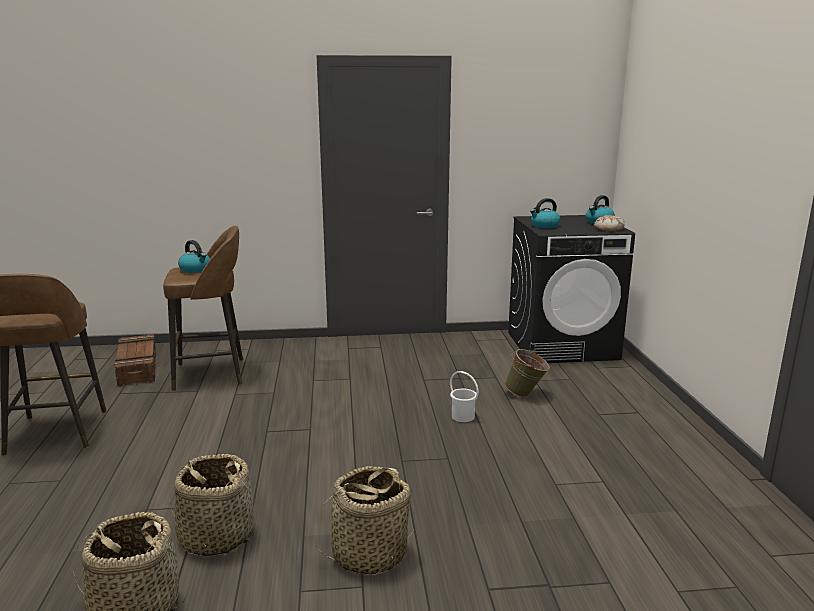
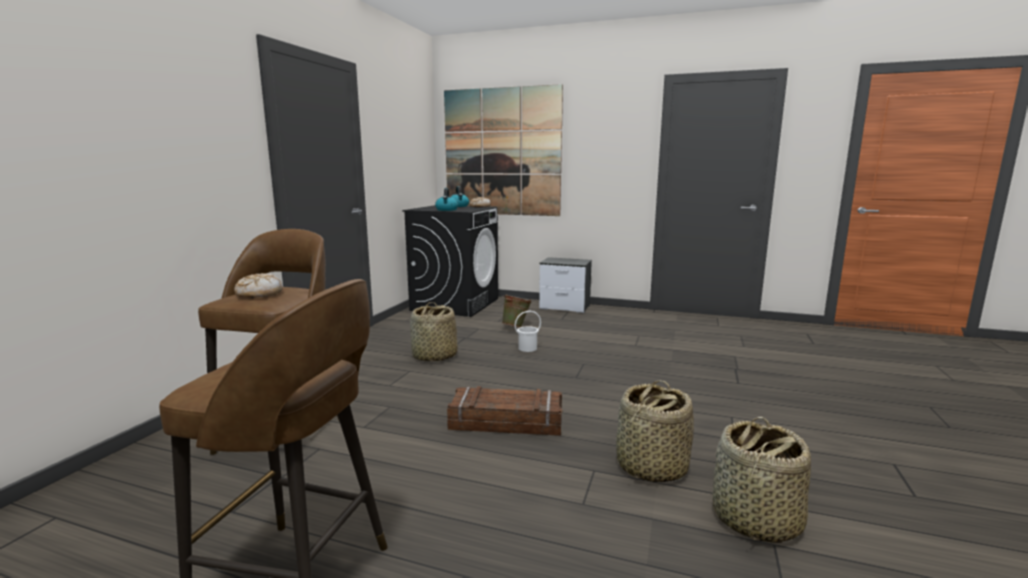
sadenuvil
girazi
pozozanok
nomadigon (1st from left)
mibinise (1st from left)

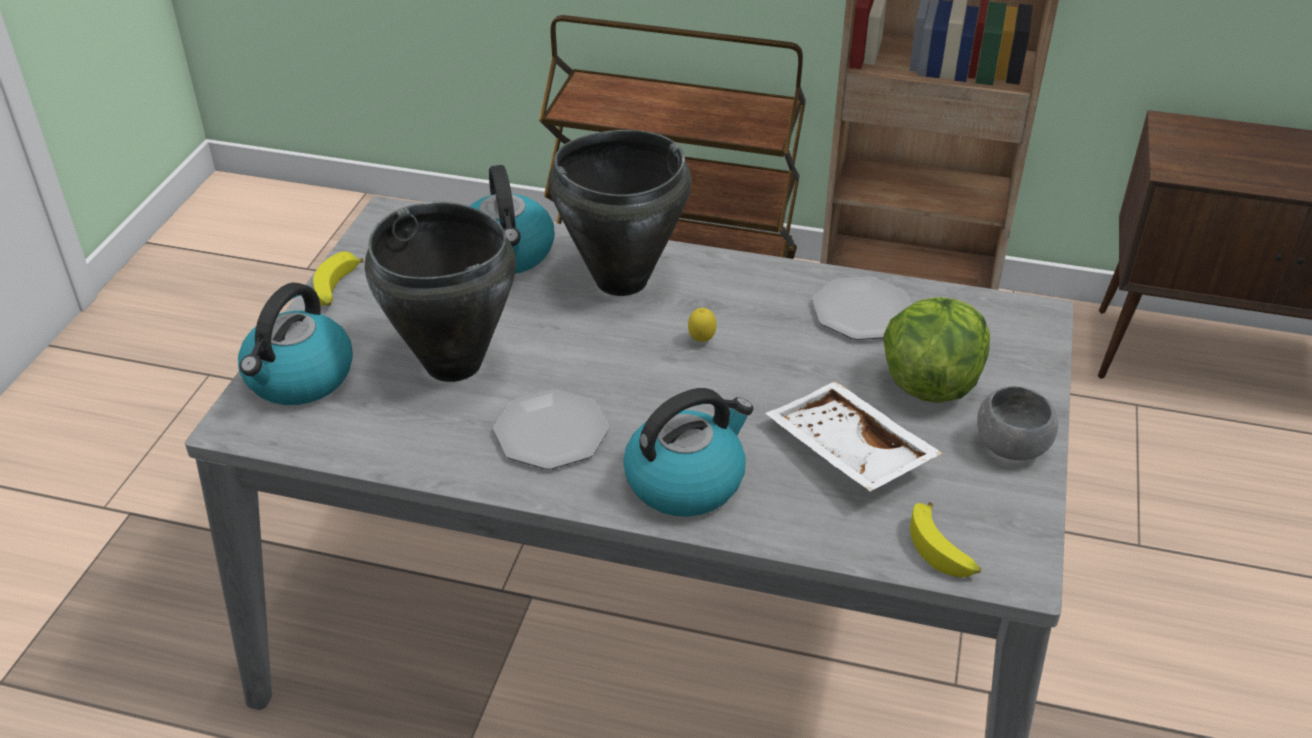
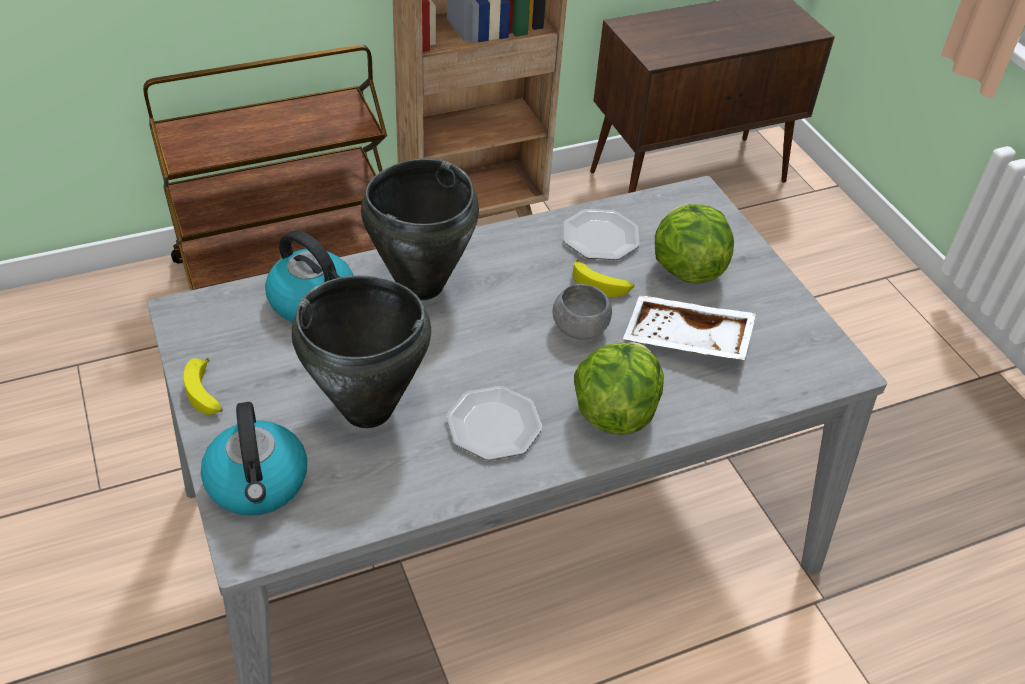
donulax
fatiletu (2nd from left)
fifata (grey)
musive (1st from left)

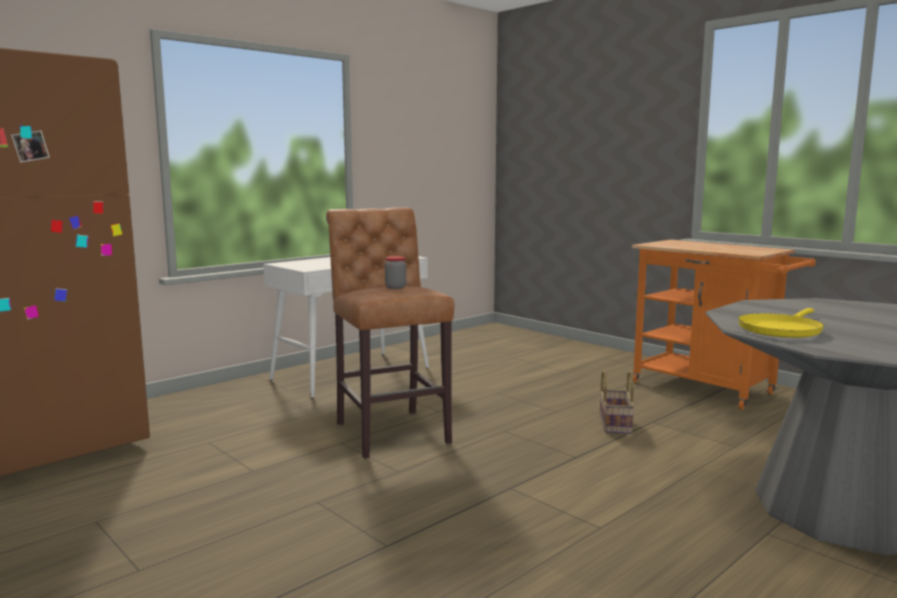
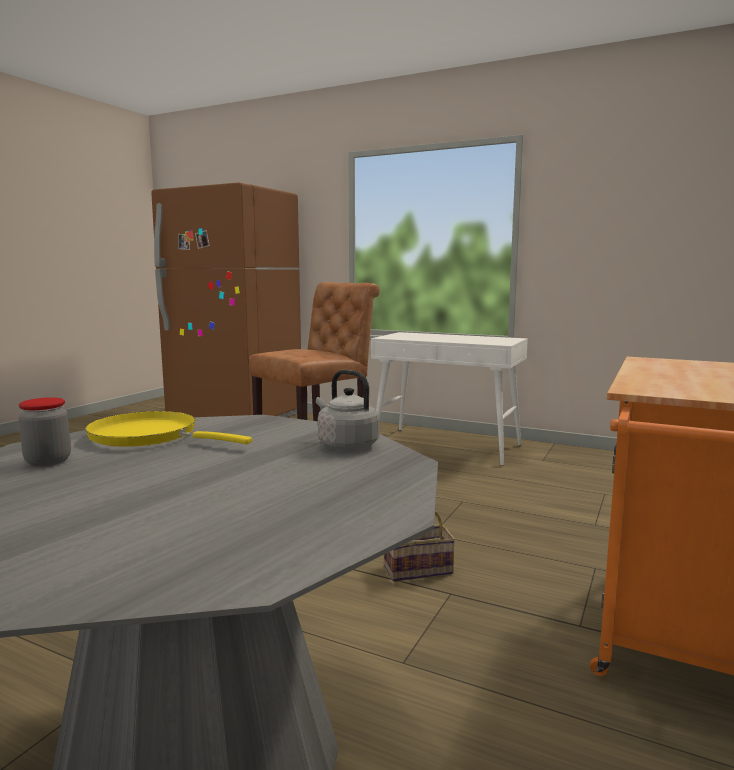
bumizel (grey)
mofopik

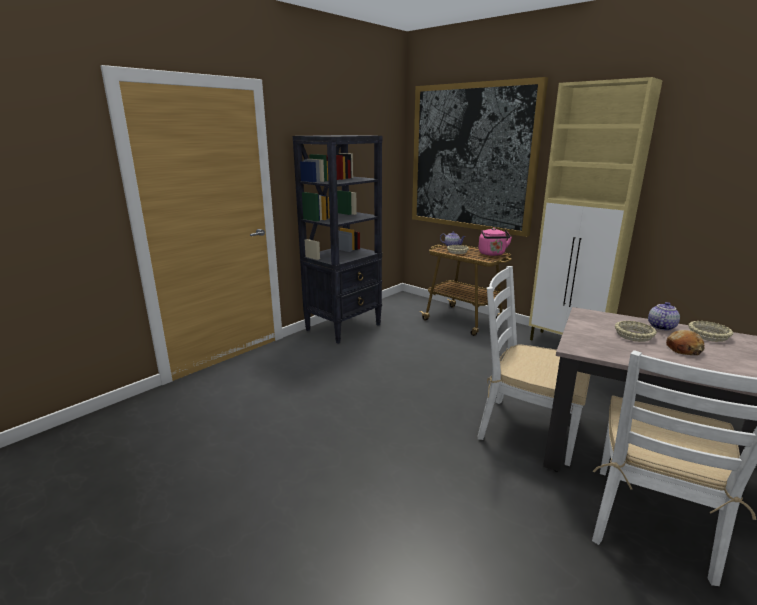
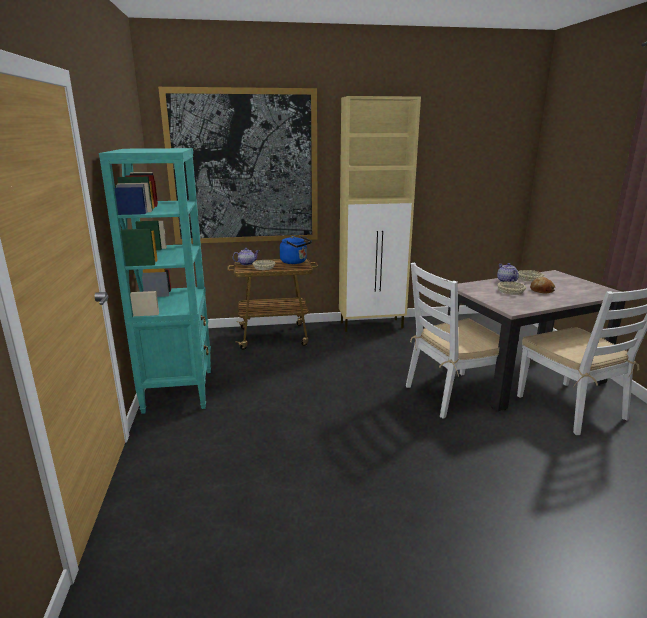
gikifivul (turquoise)
bumizel (blue)

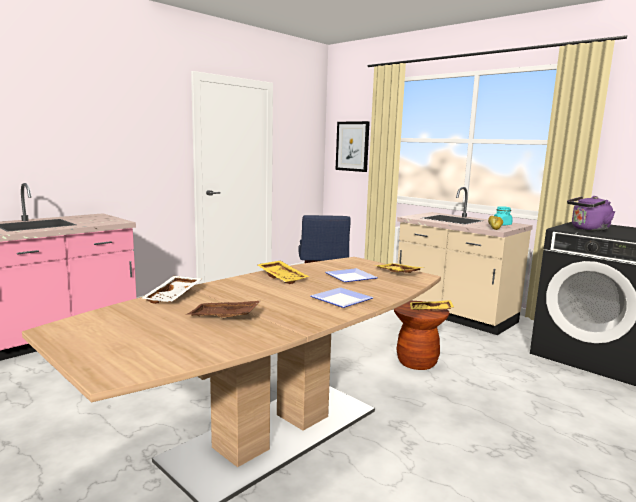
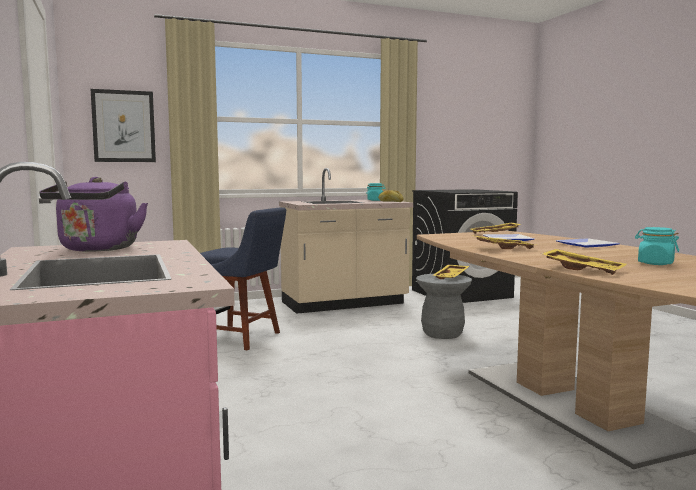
bumizel (purple)
mofopik (turquoise) (2nd from left)
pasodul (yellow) (4th from left)
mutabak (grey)

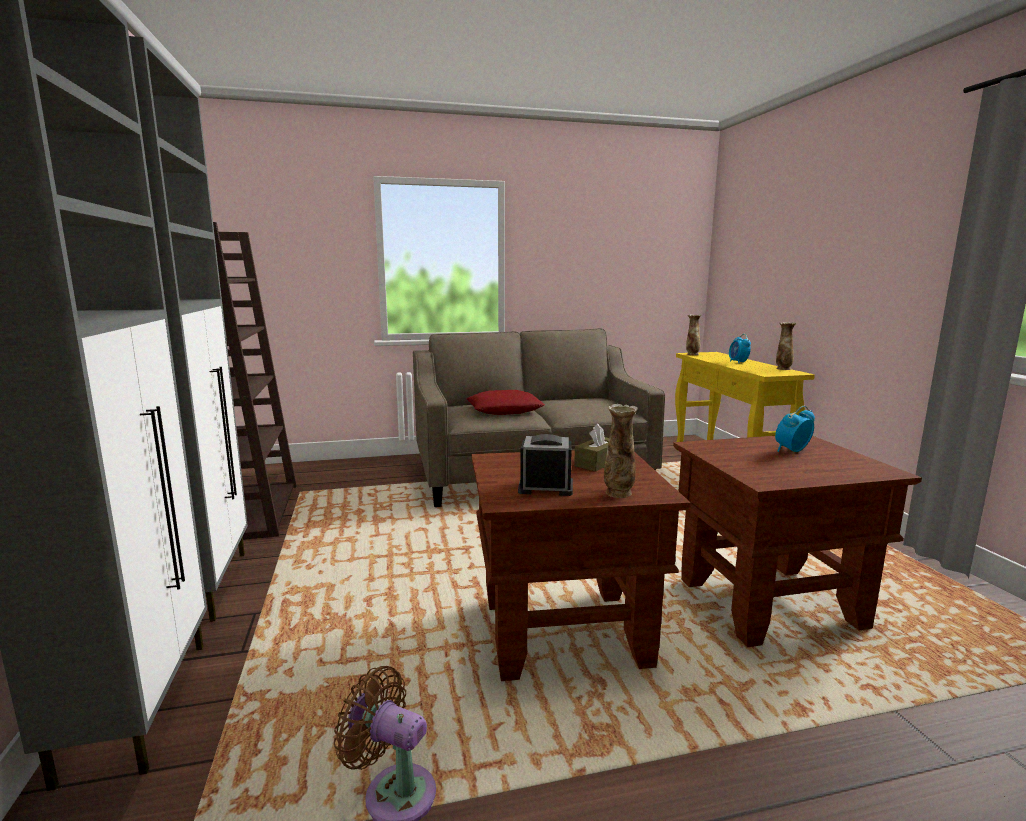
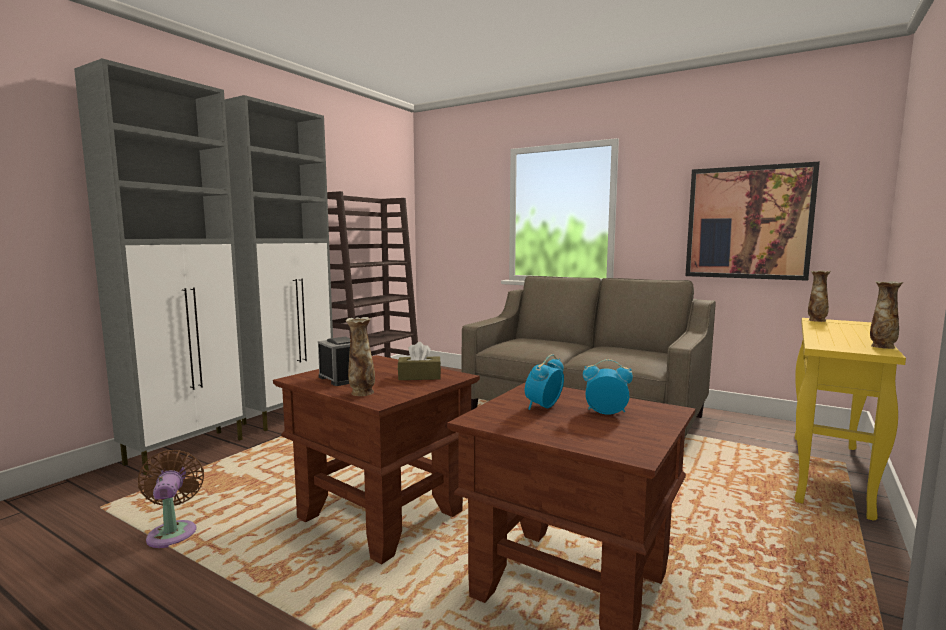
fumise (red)
sadenuvil
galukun (2nd from left)

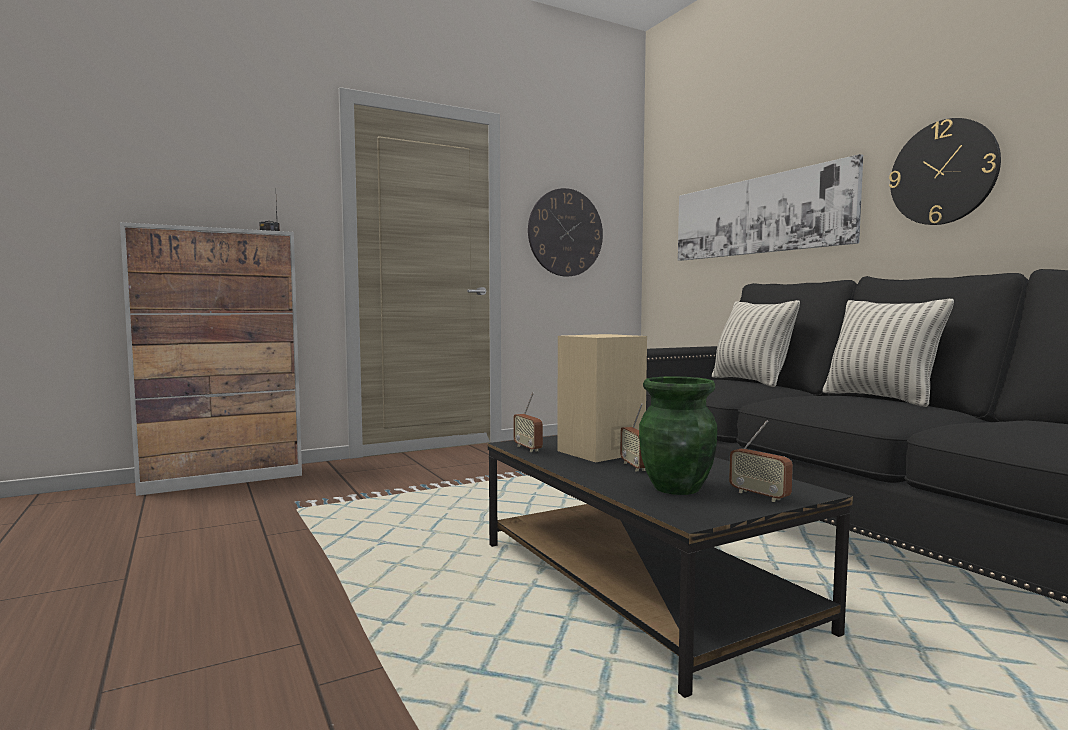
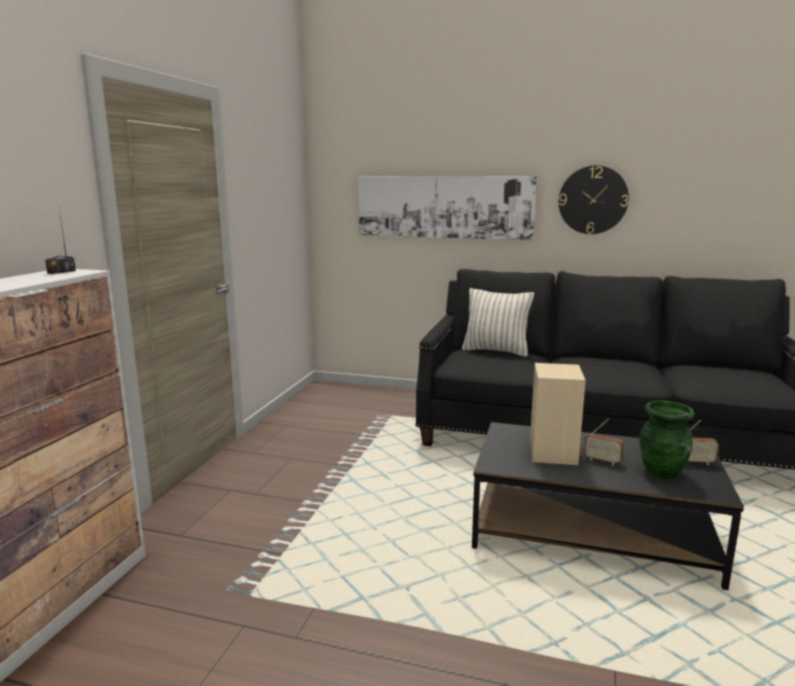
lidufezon (2nd from left in the first image)
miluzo (1st from left in the first image)
fumise (2nd from left in the first image)

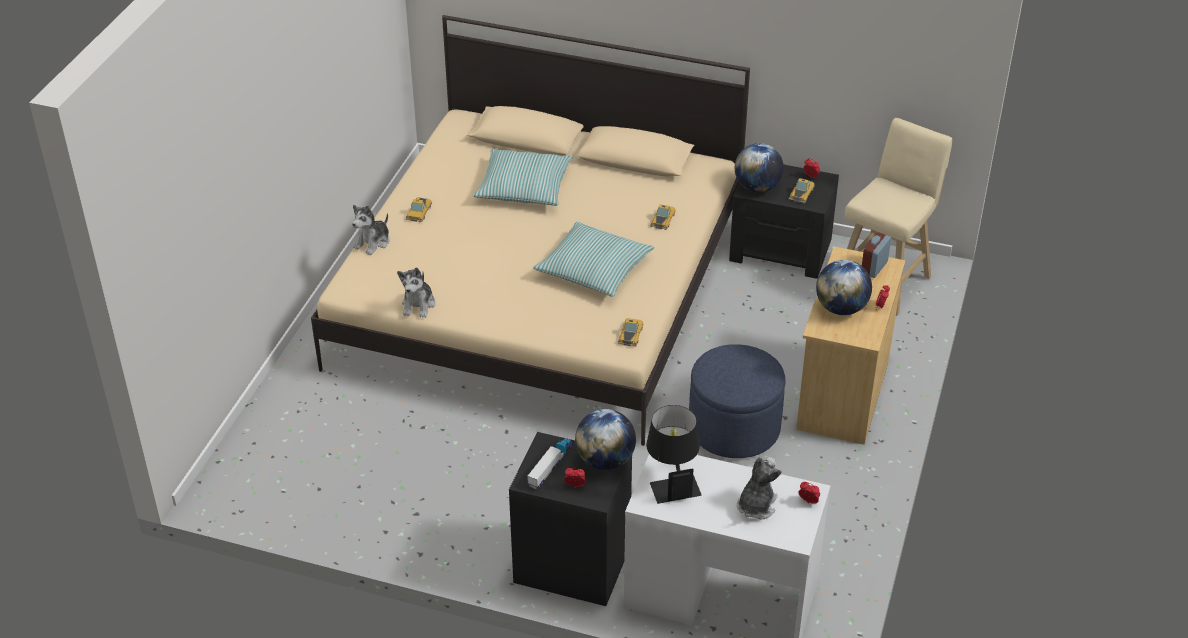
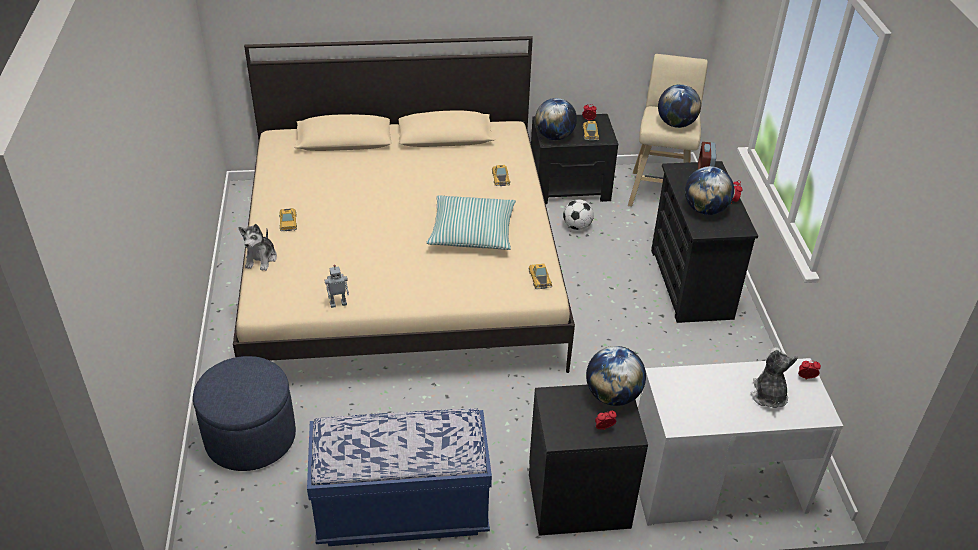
fumise (1st from left in the first image)
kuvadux
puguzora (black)
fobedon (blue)
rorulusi
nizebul (3rd from left)
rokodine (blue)
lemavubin
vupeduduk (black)

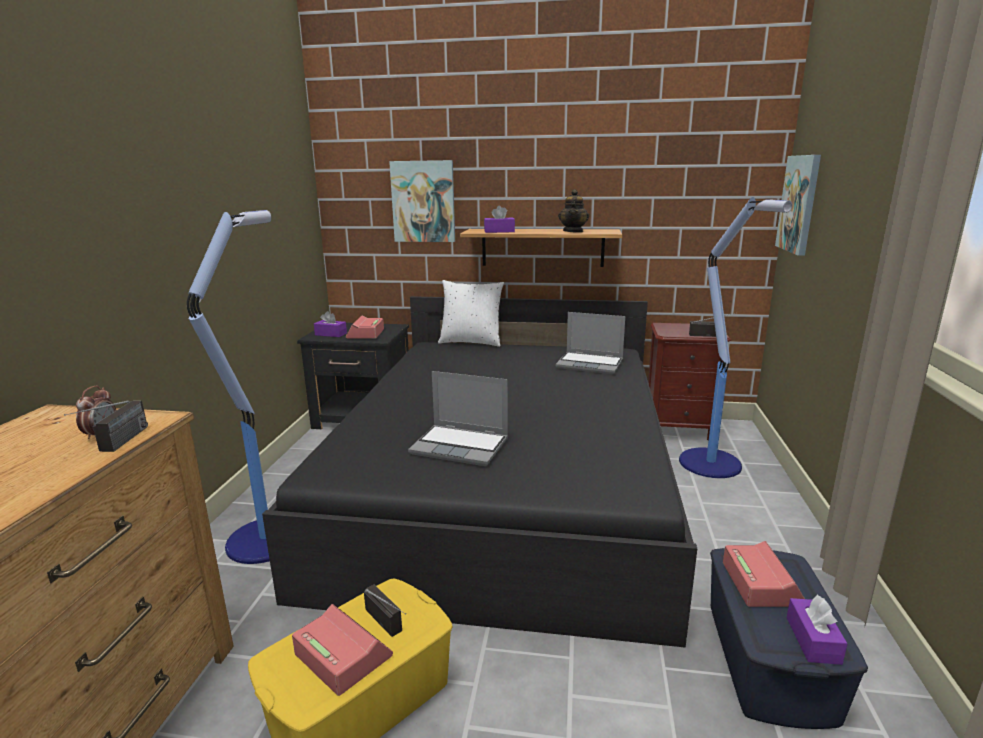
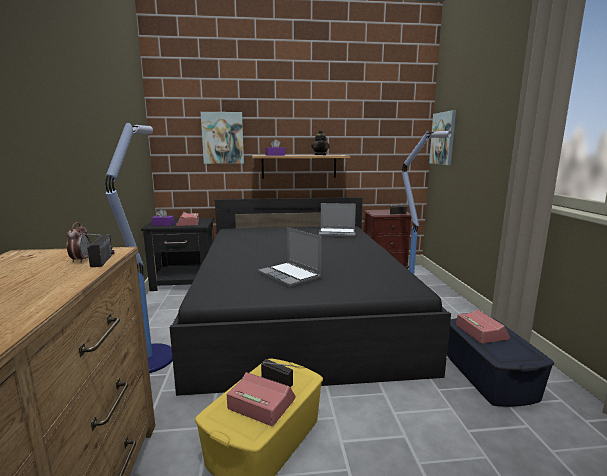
fumise (white)
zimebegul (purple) (3rd from left in the first image)
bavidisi (1st from left)

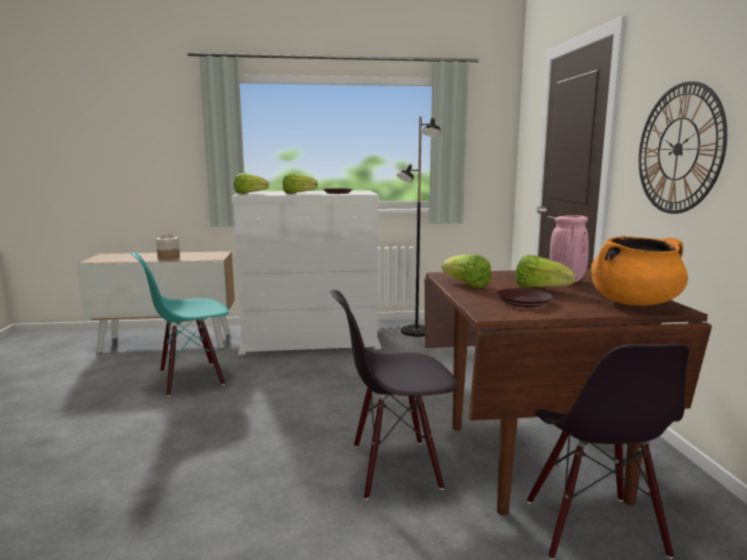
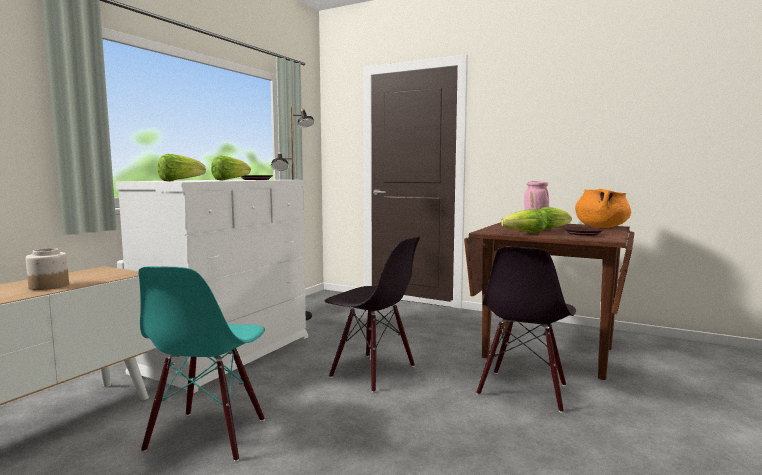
miluzo
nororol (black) (1st from left)

